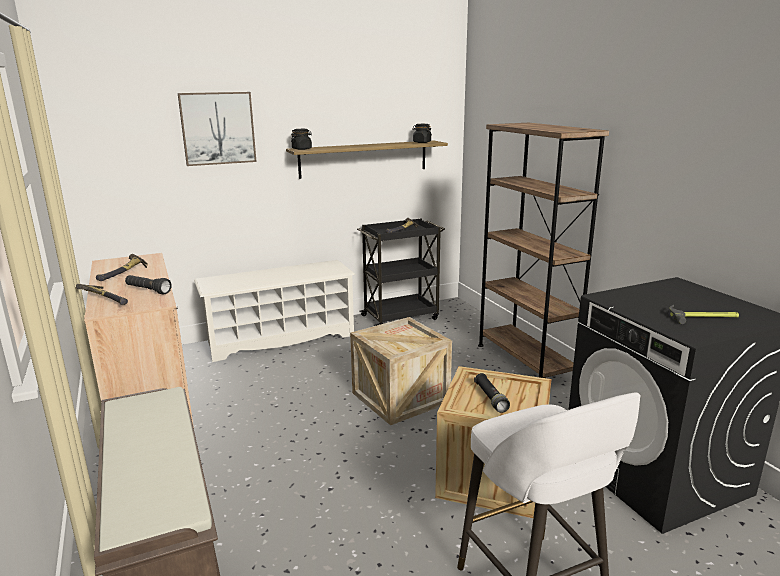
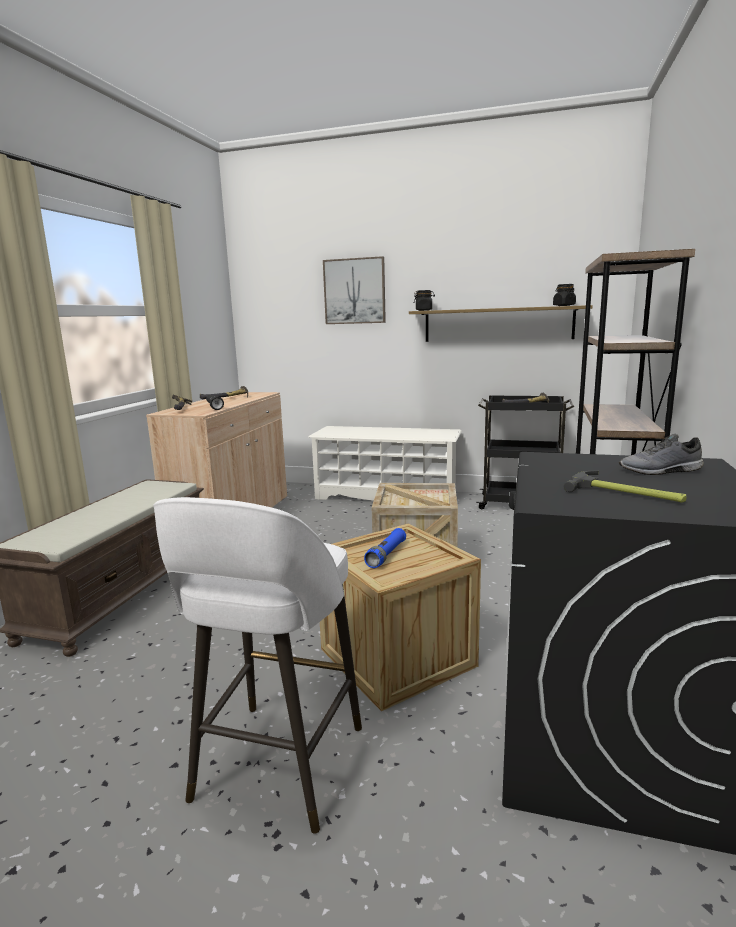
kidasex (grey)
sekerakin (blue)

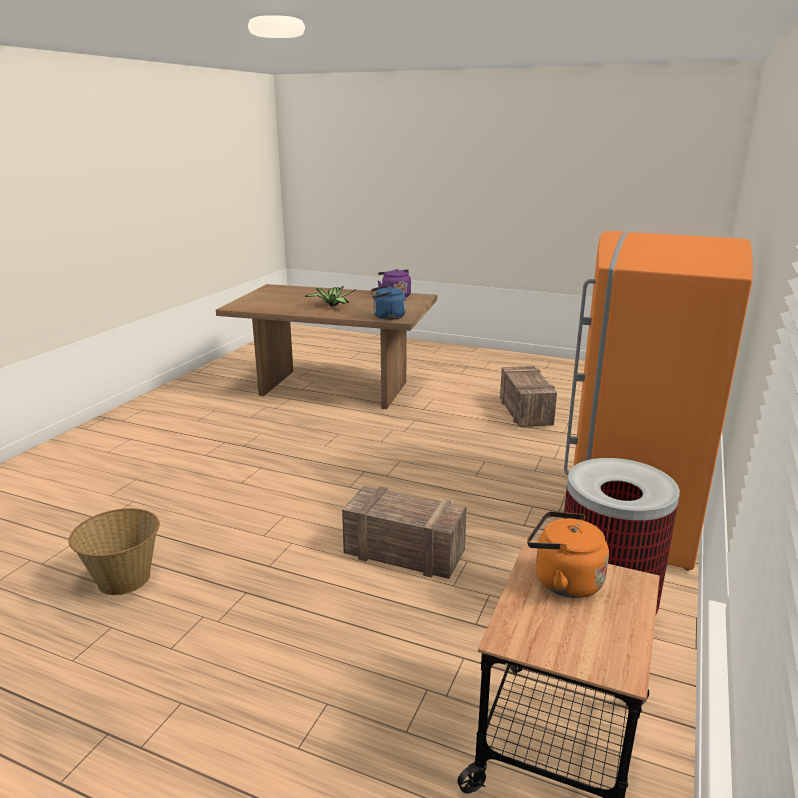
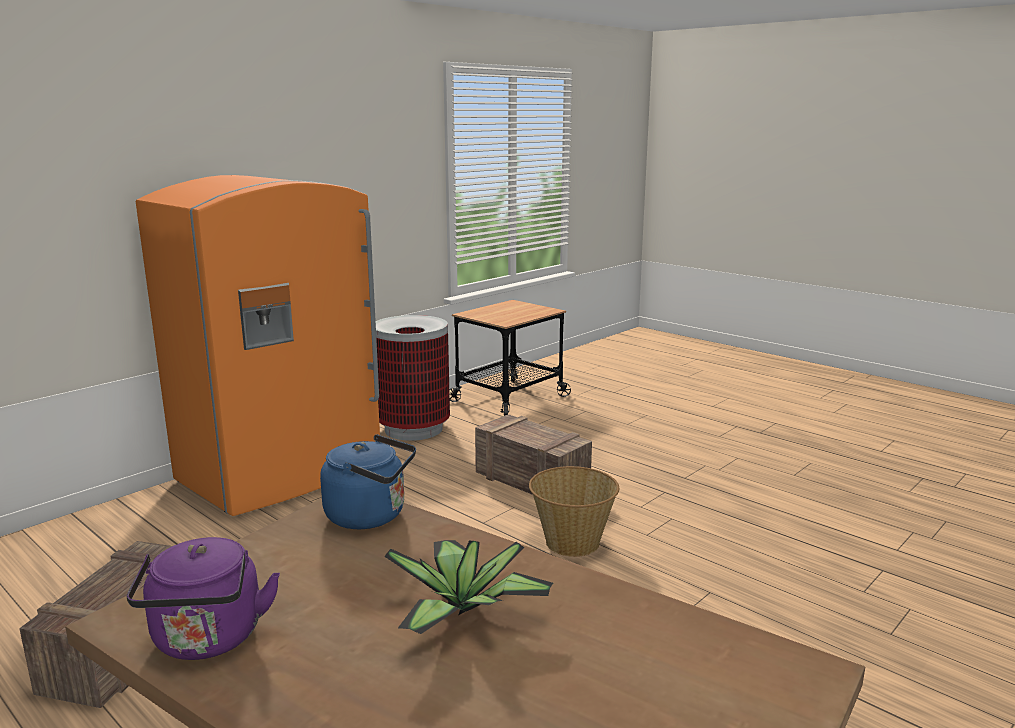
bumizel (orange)
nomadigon

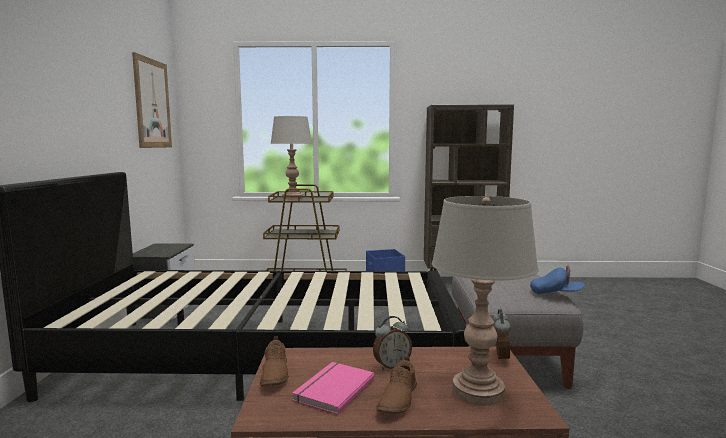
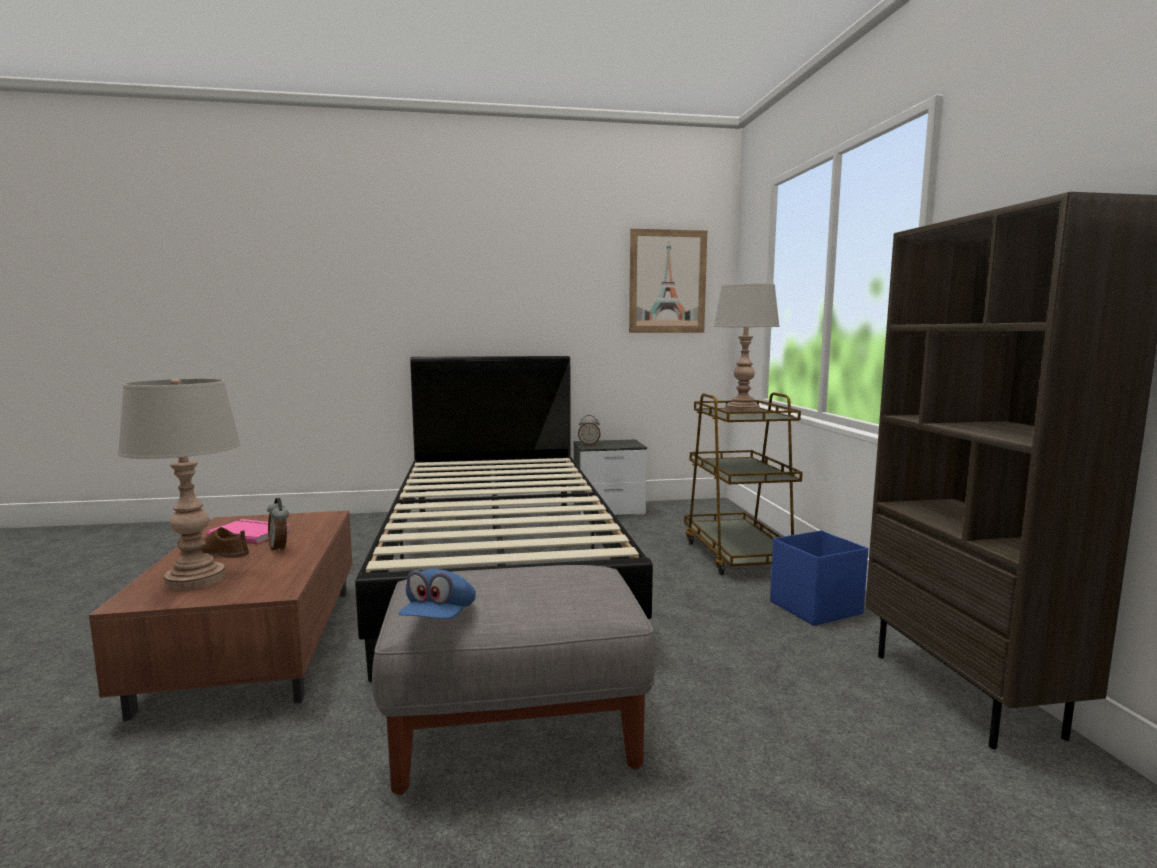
kidasex (brown) (1st from left in the first image)
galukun (2nd from left)

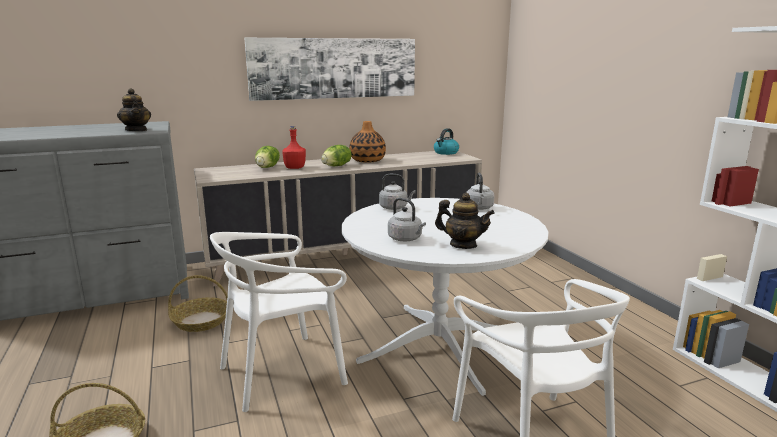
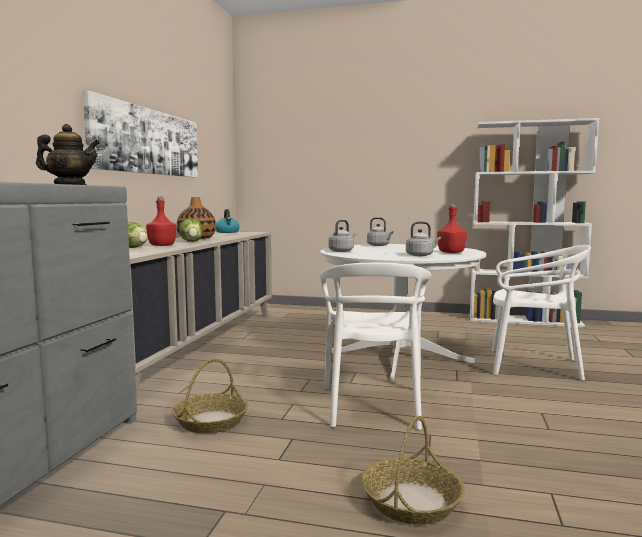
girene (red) (2nd from left)

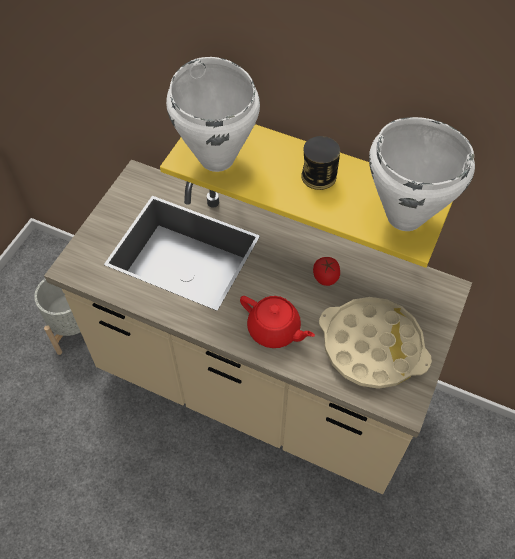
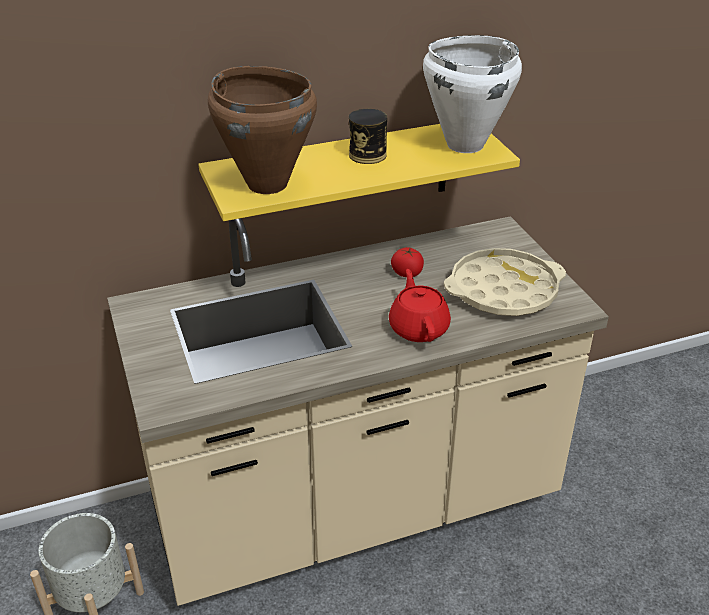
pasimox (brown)
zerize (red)

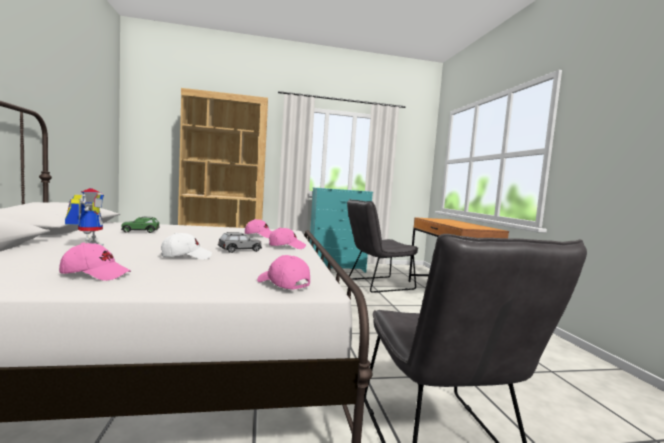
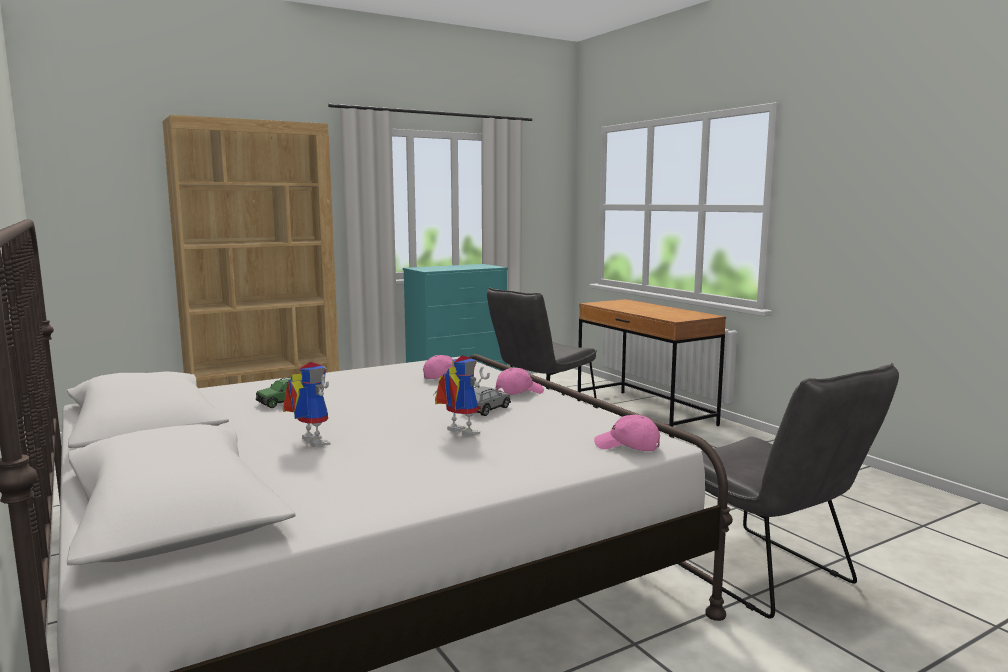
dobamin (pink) (1st from left in the first image)
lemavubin (2nd from left)

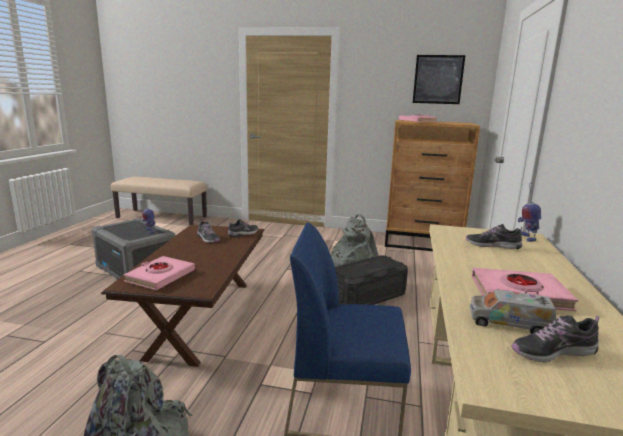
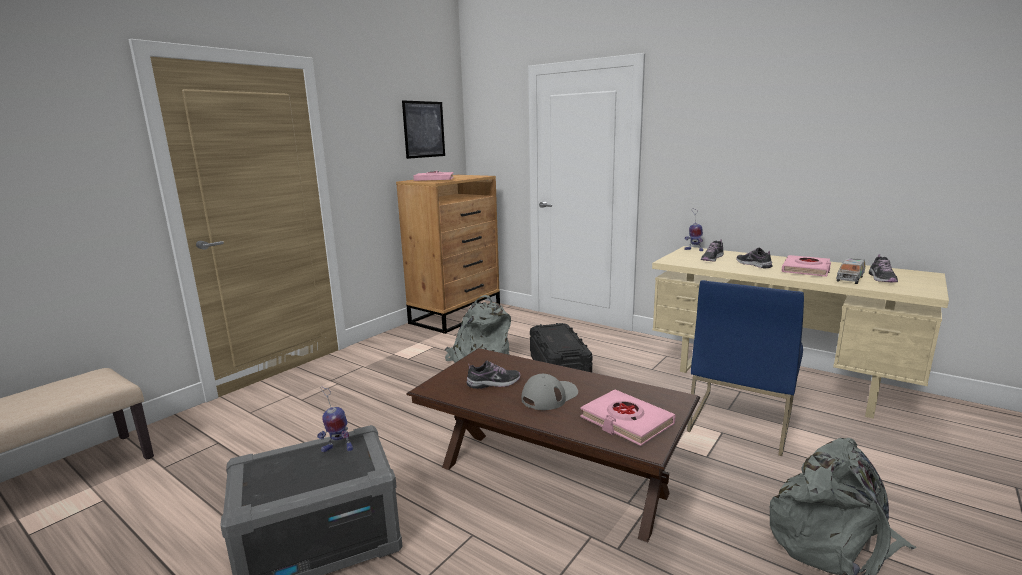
dobamin (grey)
kidasex (3rd from left)

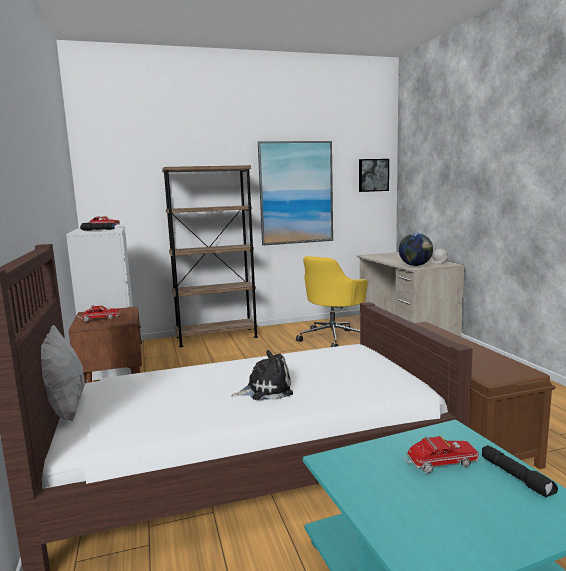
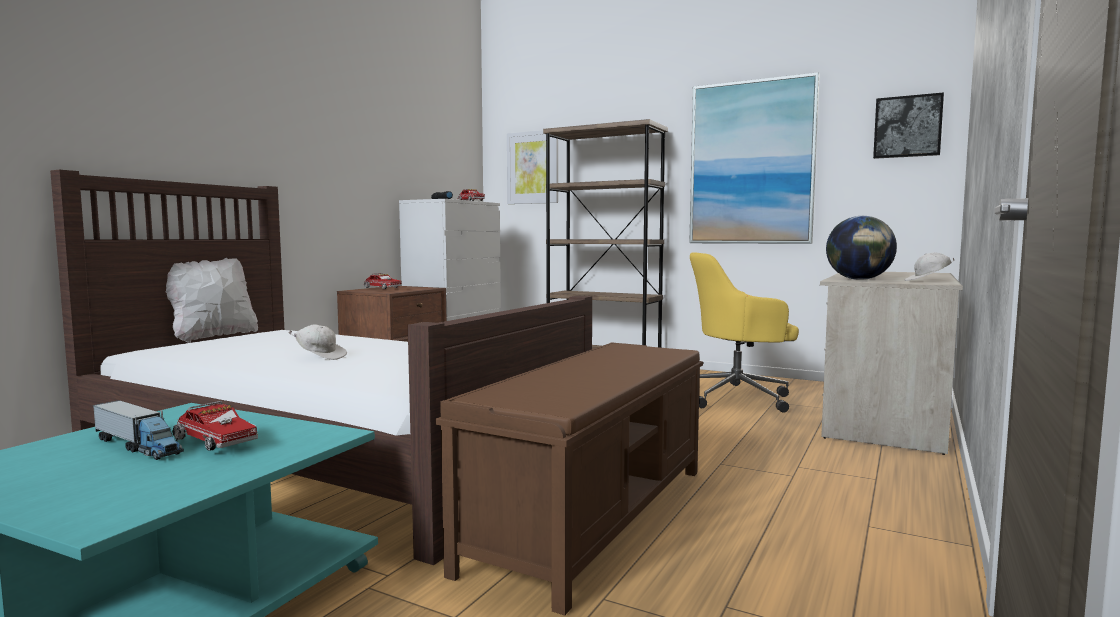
sekerakin (black) (2nd from left in the first image)
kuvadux (1st from left)
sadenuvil (1st from left)
dobamin (white) (1st from left)

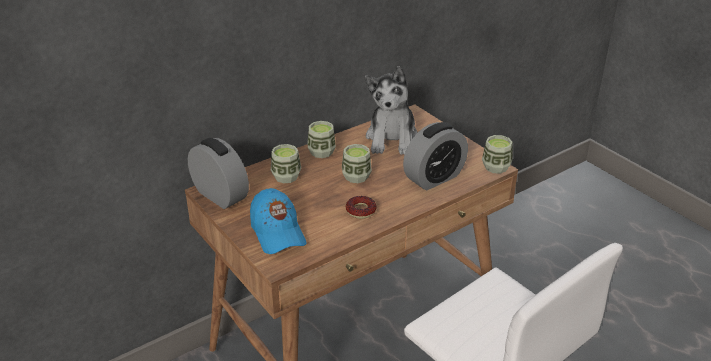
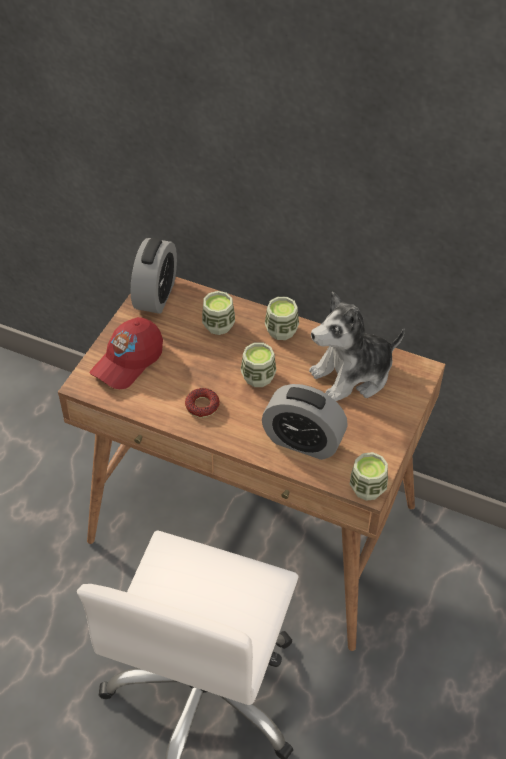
dobamin (red)

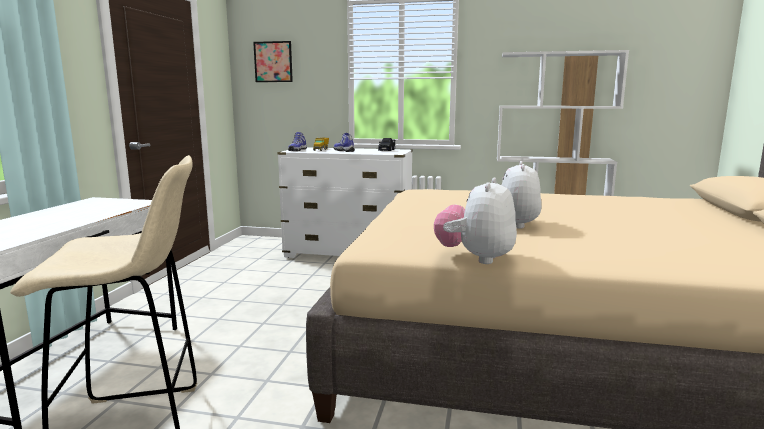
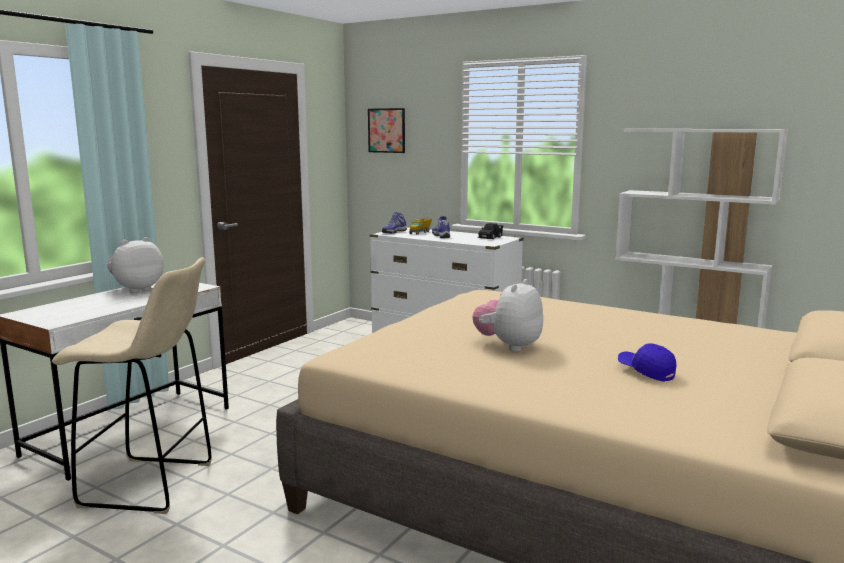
dobamin (blue)
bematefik (1st from left)

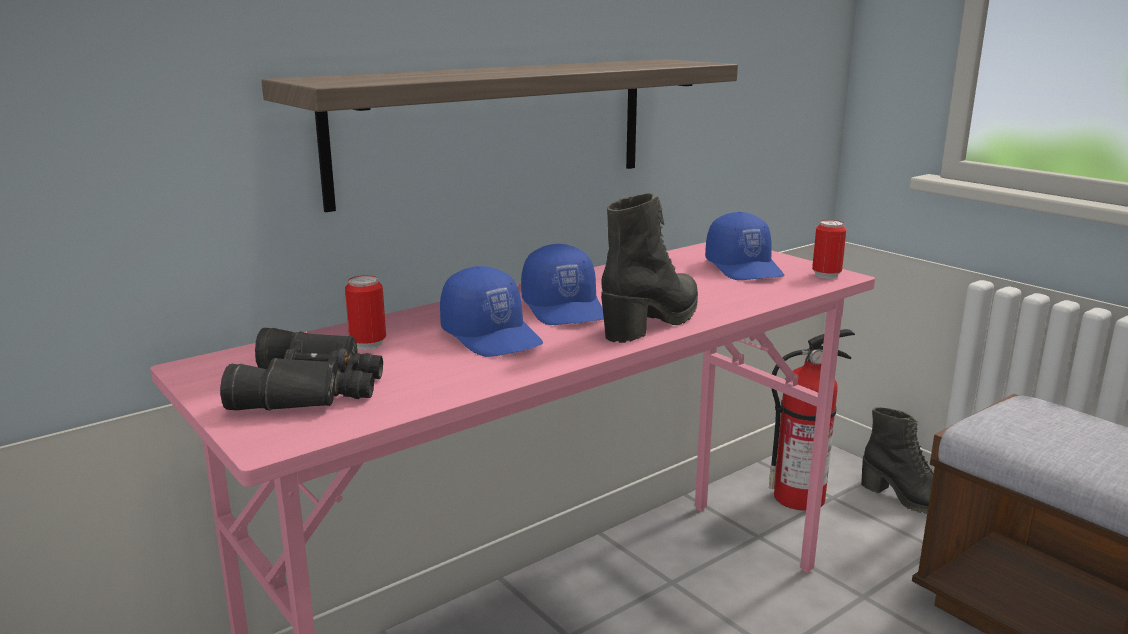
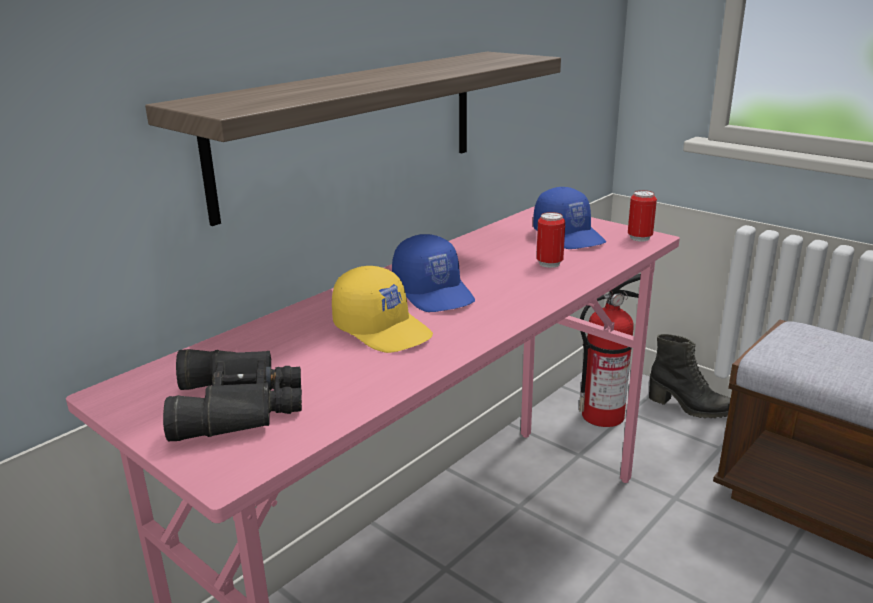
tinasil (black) (1st from left in the first image)
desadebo (1st from left)
dobamin (yellow)

